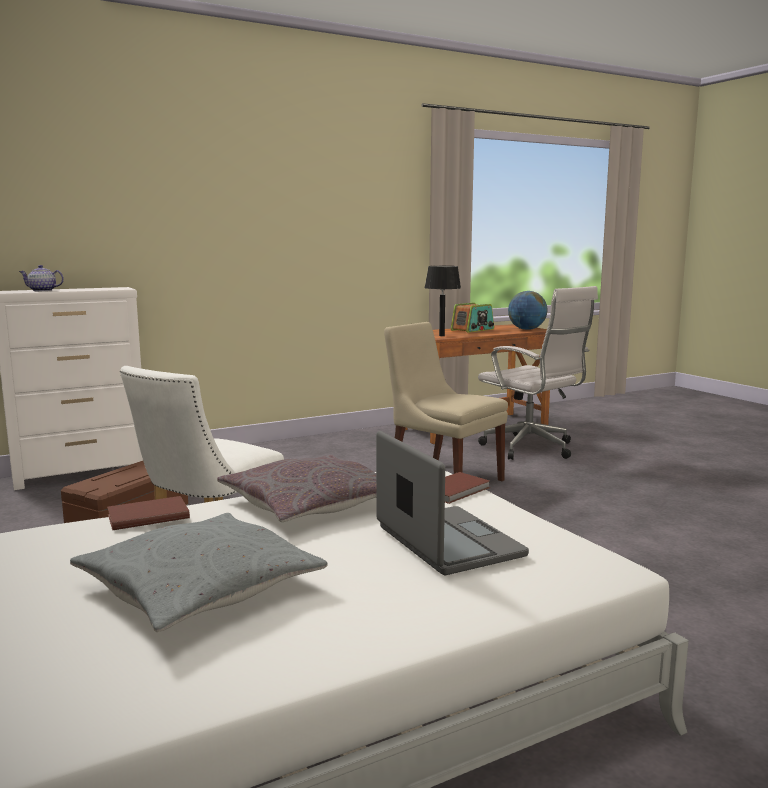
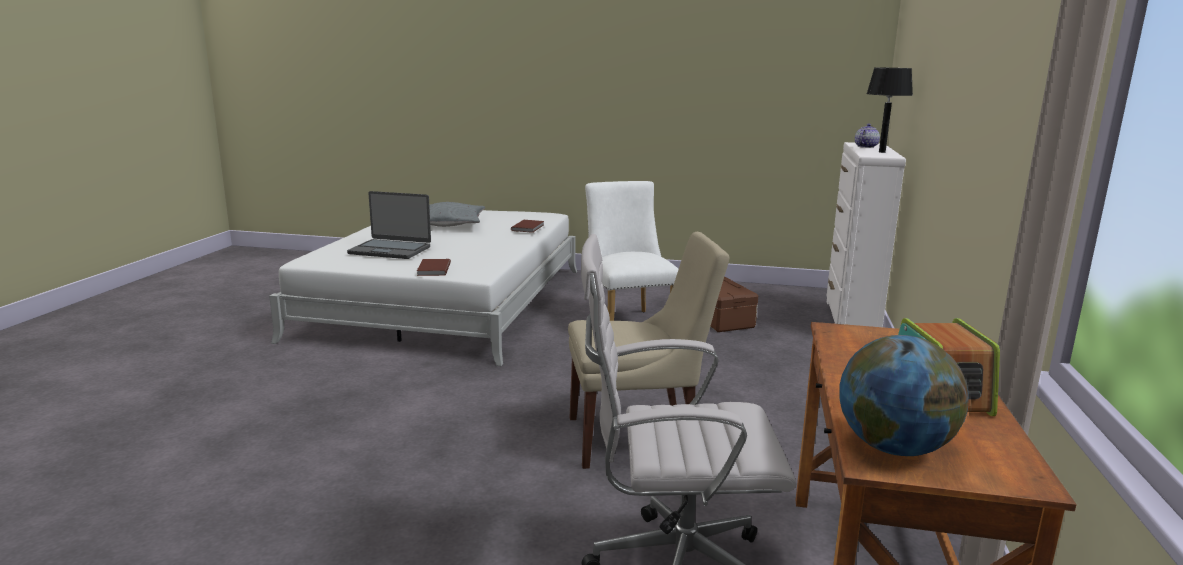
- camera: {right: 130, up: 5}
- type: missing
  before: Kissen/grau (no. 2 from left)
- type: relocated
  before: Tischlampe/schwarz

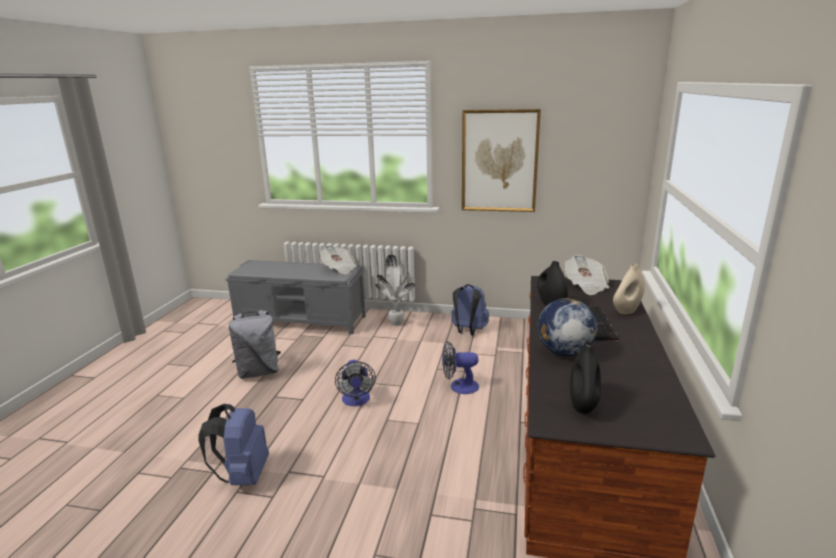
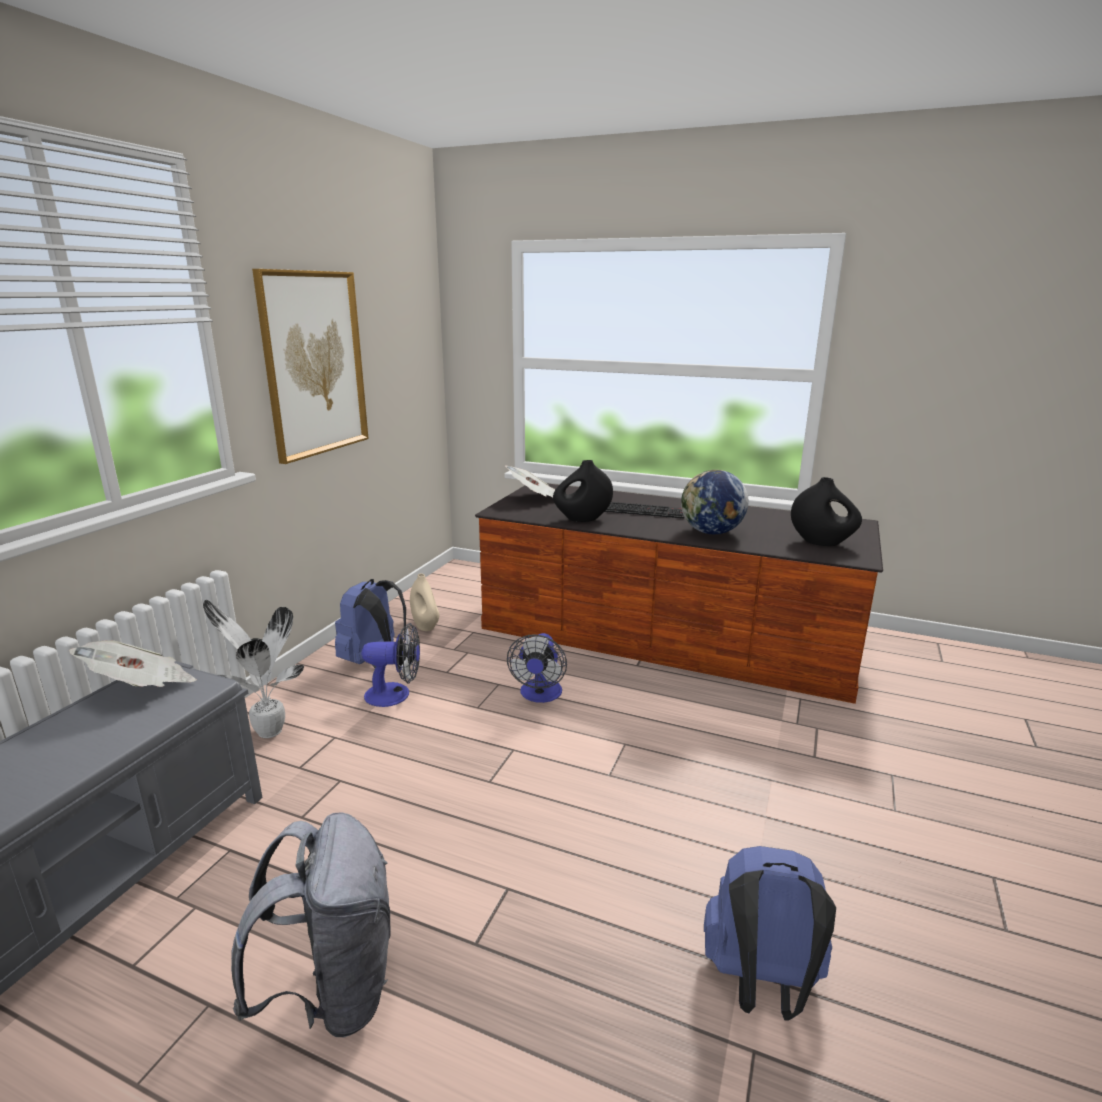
- camera: {right: -80, up: 0}
- type: relocated
  before: Ventilator (no. 1 from left)
- type: relocated
  before: Vase/beige

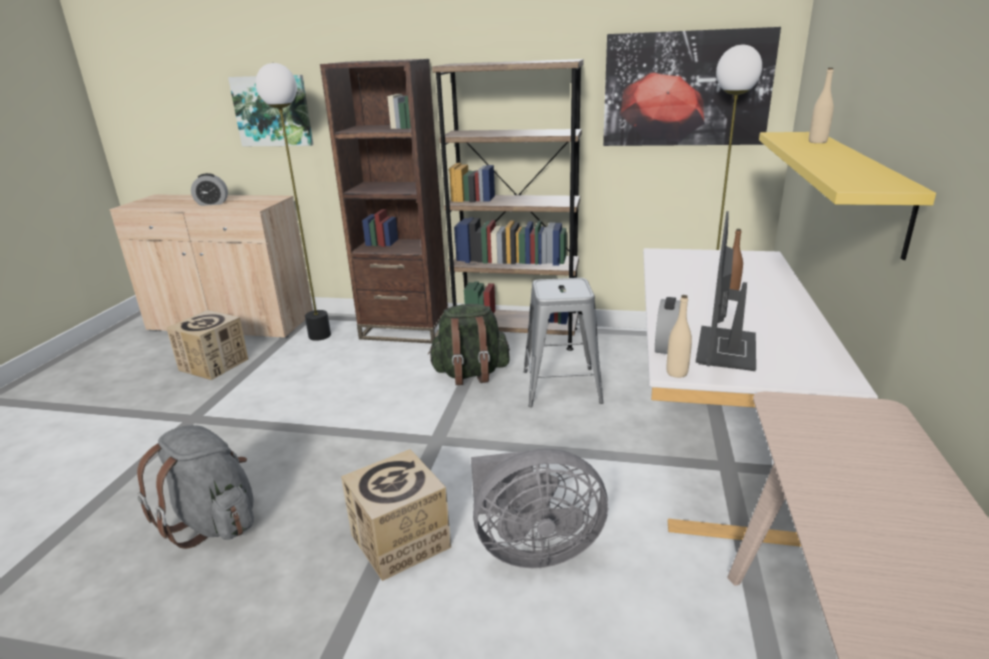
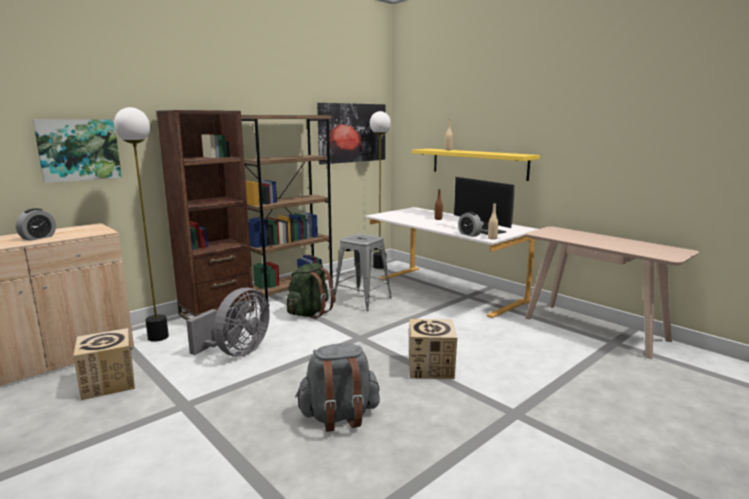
- camera: {right: -55, up: -10}
- type: relocated
  before: Ventilator/grau

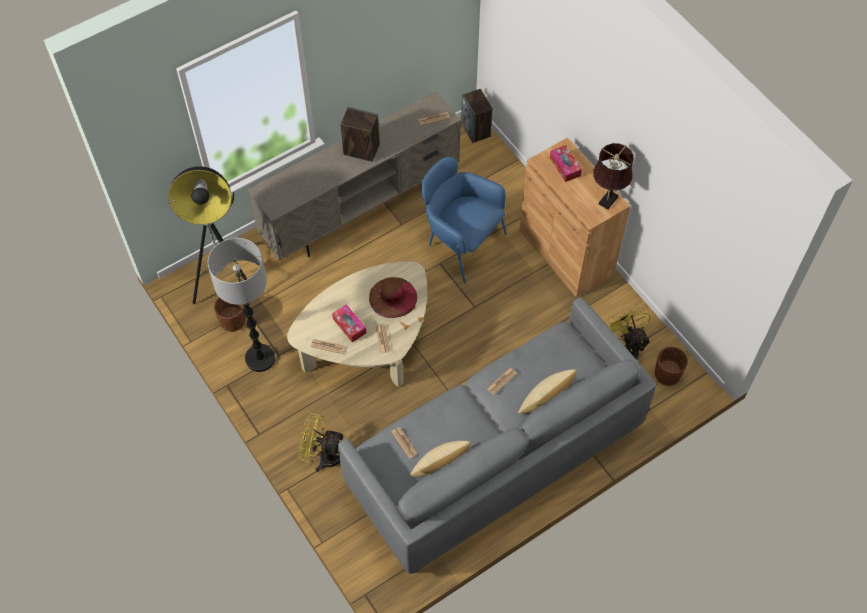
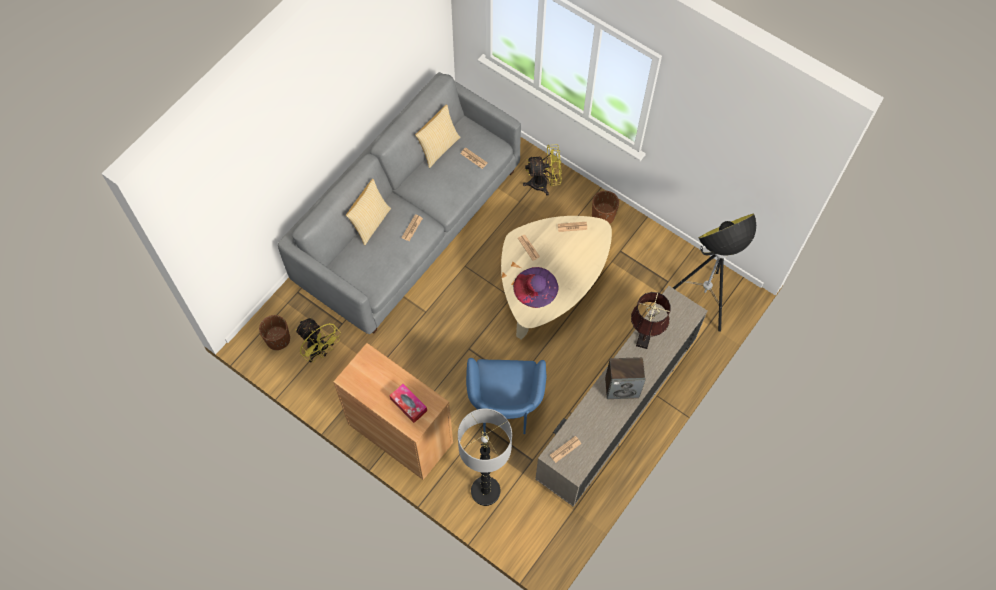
- camera: {right: 160, up: 5}
- type: missing
  before: Taschentuchbox (no. 1 from left)
- type: missing
  before: Lautsprecher (no. 2 from left)
- type: relocated
  before: Stehlampe (no. 2 from left in the first image)
  after: Stehlampe (no. 1 from left)
- type: relocated
  before: Pflanzkübel/braun (no. 1 from left in the first image)
  after: Pflanzkübel/braun (no. 2 from left)
- type: relocated
  before: Tischlampe/braun
- type: colour
  before: Hut/braun
  after: Hut/lila
- type: spun
  before: Sessel/blau
  turn: 75

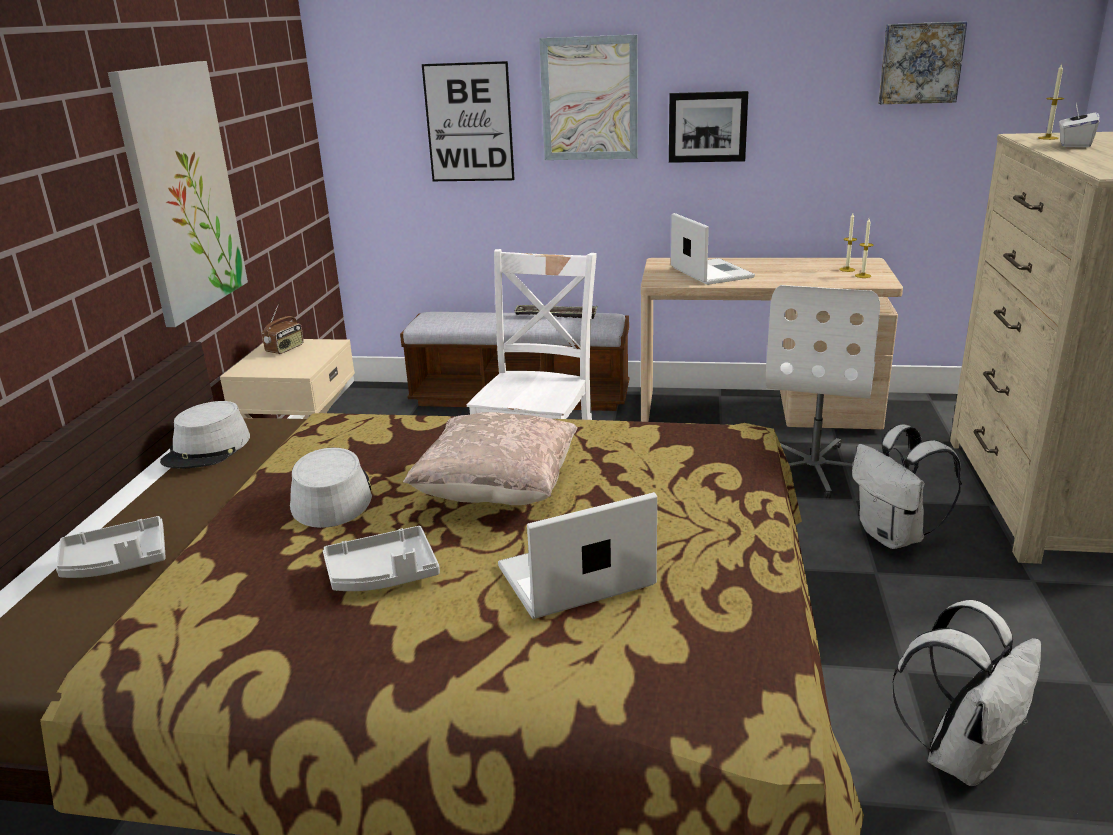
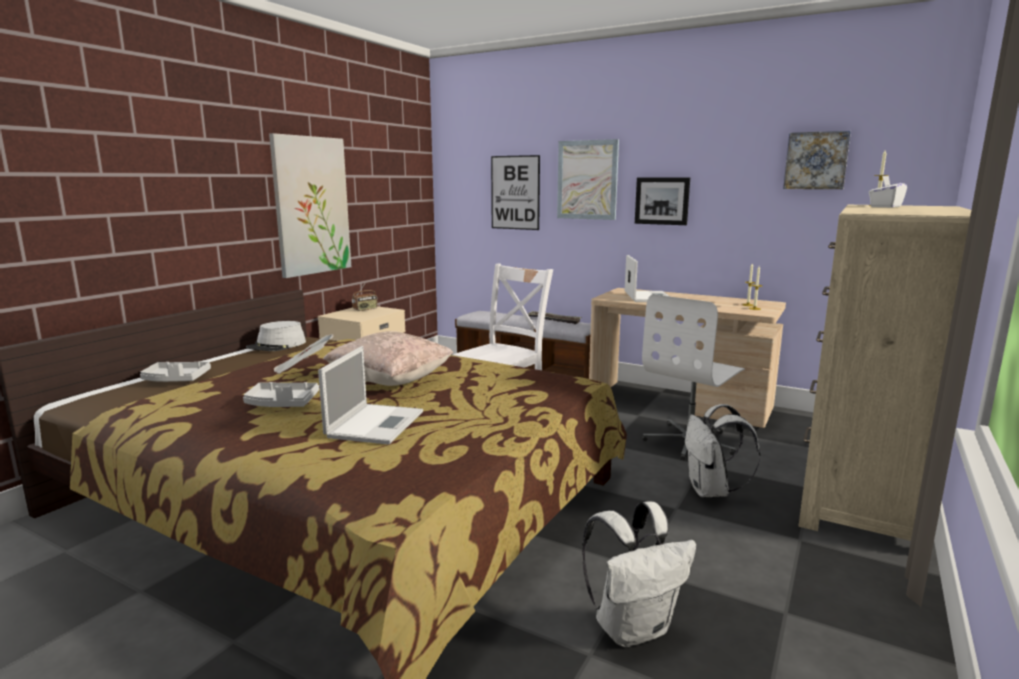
- camera: {right: 20, up: -10}
- type: exchanged
  before: Hut/grau (no. 2 from left)
  after: Zeitung
- type: spun
  before: Laptop (no. 1 from left)
  turn: 105

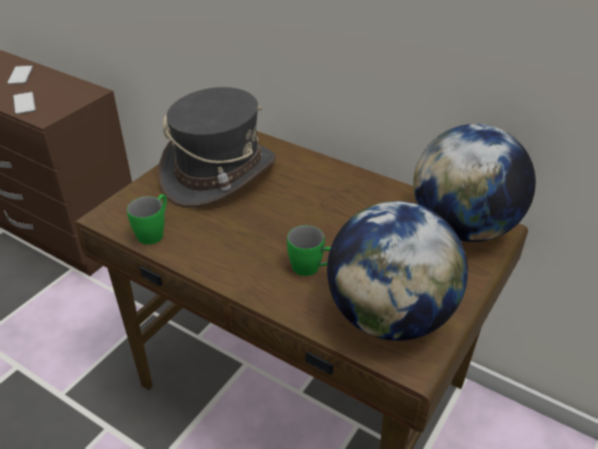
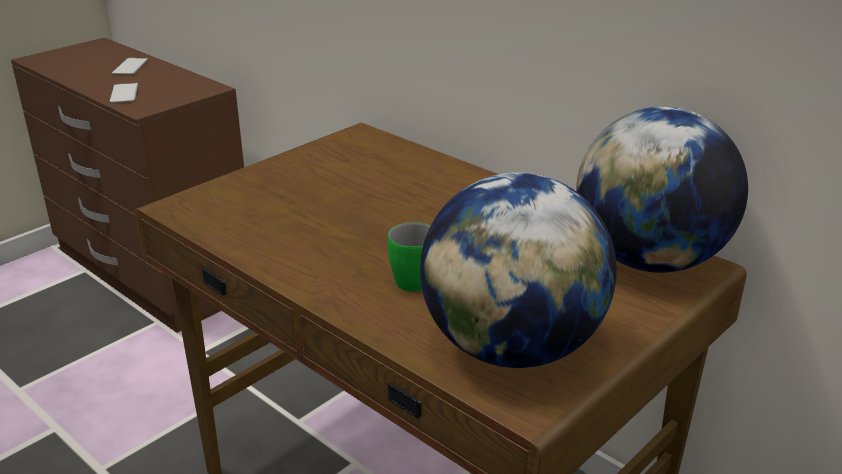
- camera: {right: 10, up: -10}
- type: missing
  before: Henkelbecher/grün (no. 1 from left)
- type: missing
  before: Hut/grau

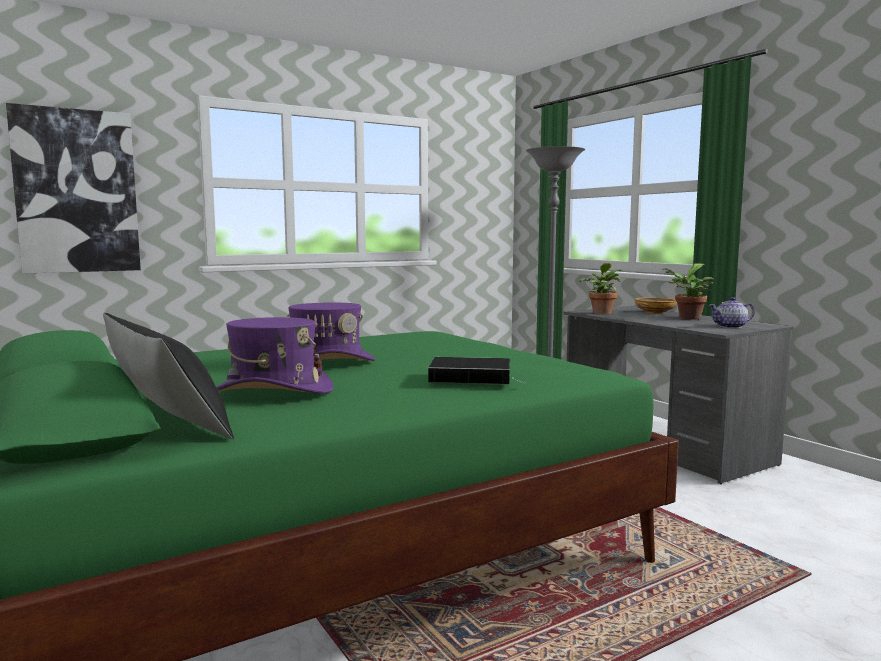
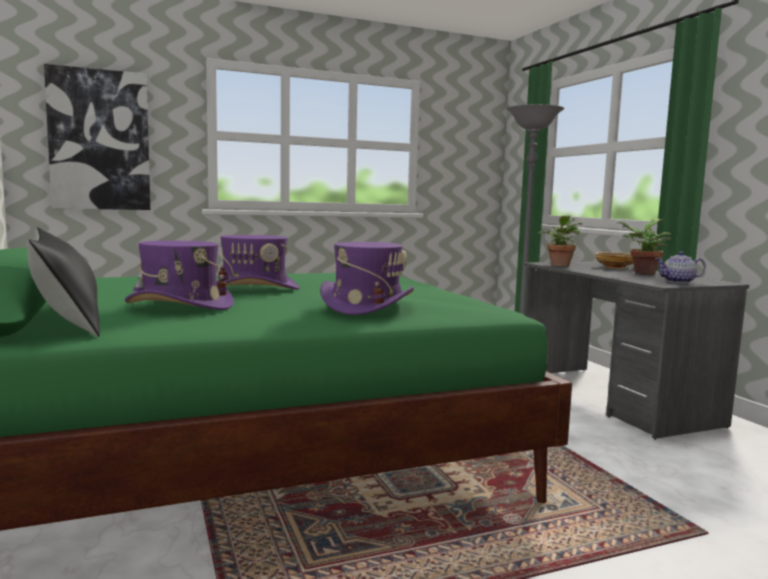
- camera: {right: 10, up: 0}
- type: exchanged
  before: Buch
  after: Hut/lila (no. 3 from left)

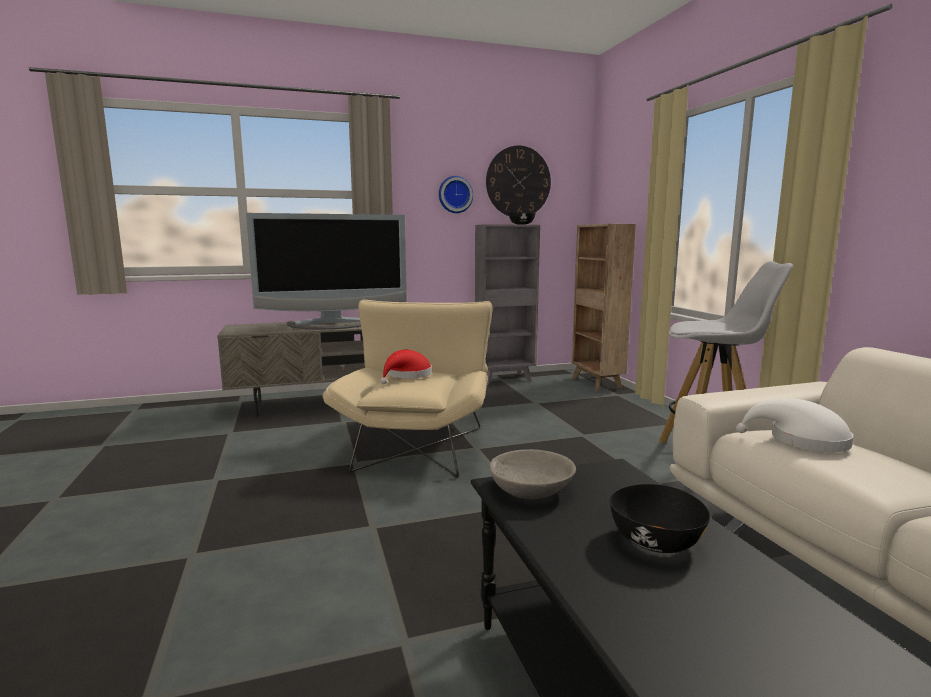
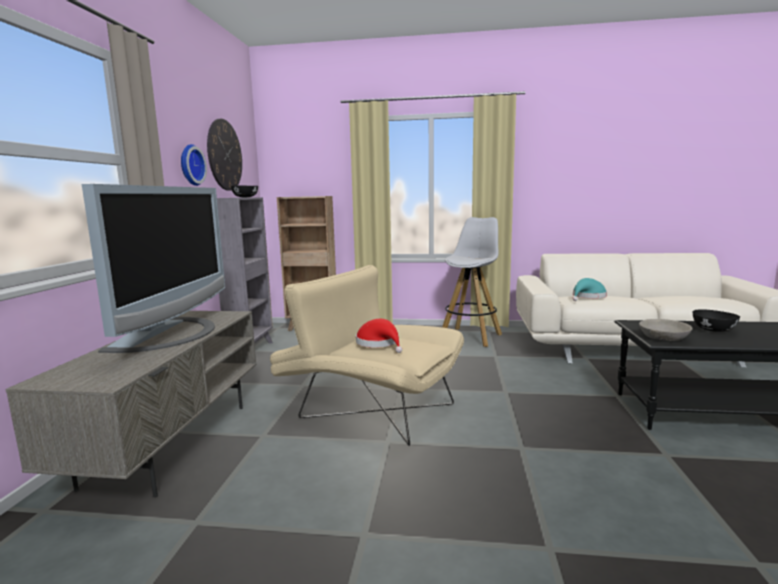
- camera: {right: -65, up: 0}
- type: colour
  before: Hut/weiß
  after: Hut/türkis

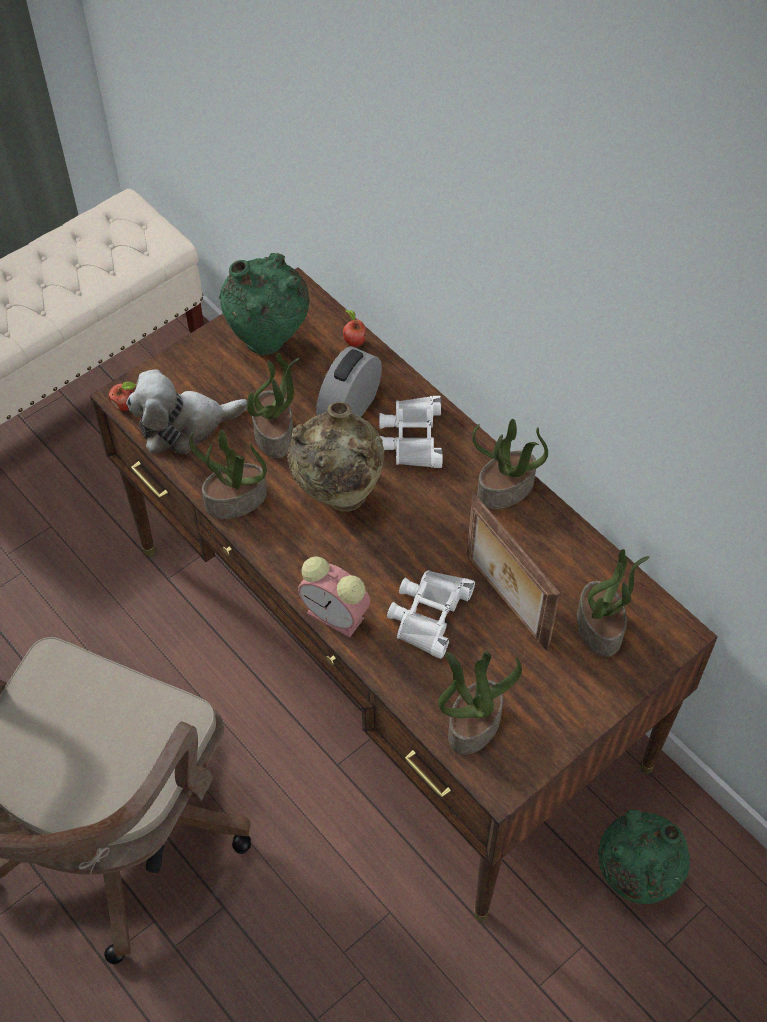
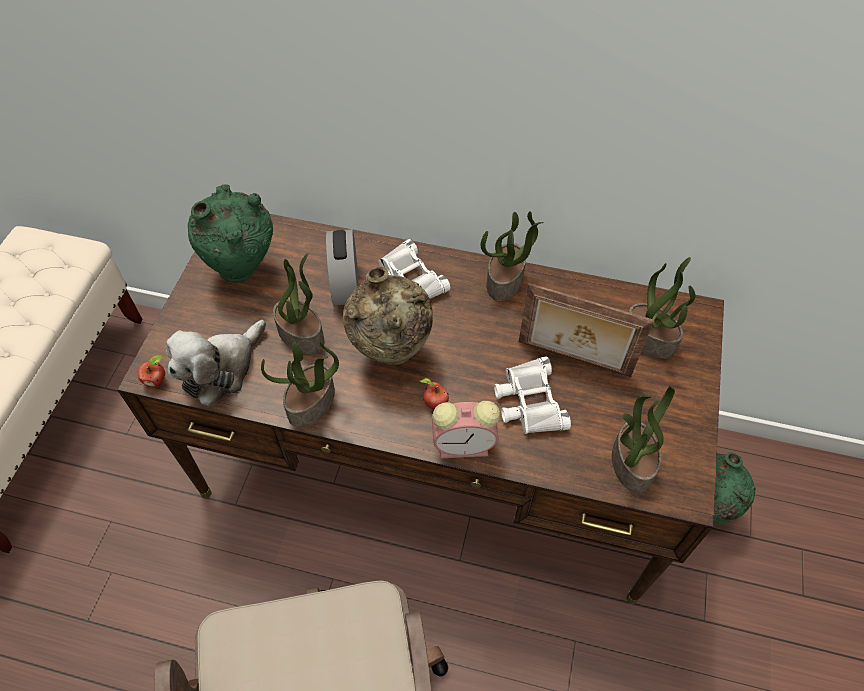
- camera: {right: -35, up: 0}
- type: relocated
  before: Apfel (no. 2 from left)

